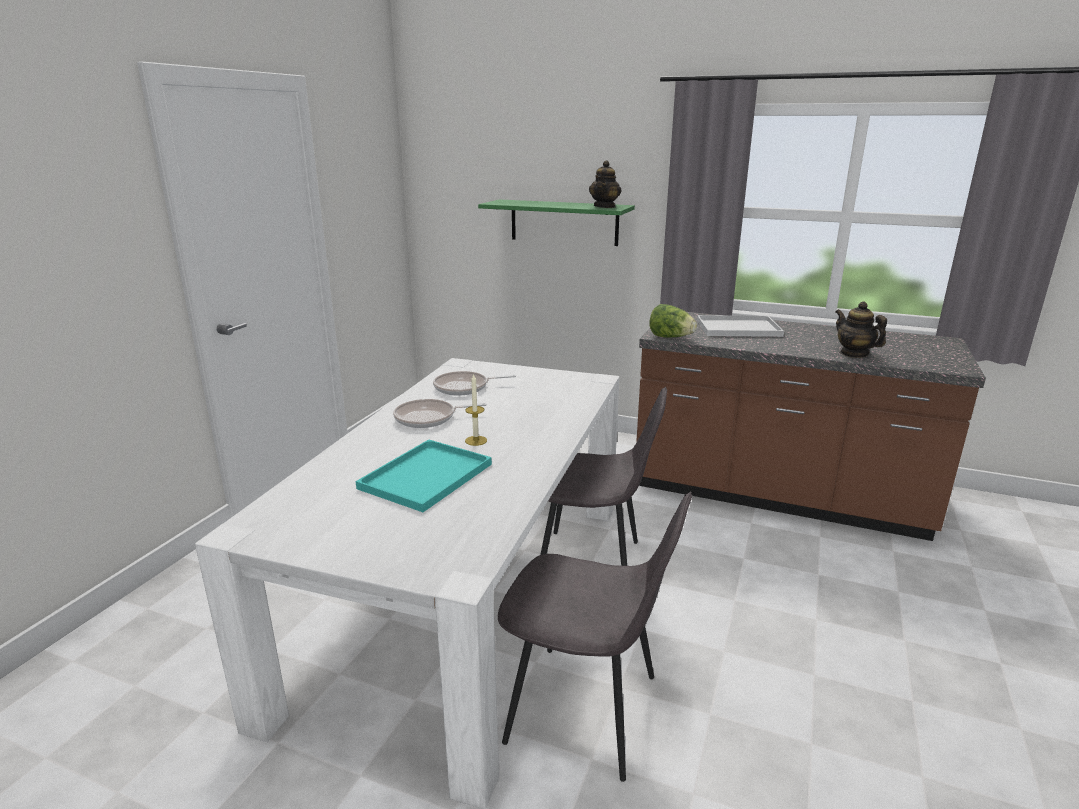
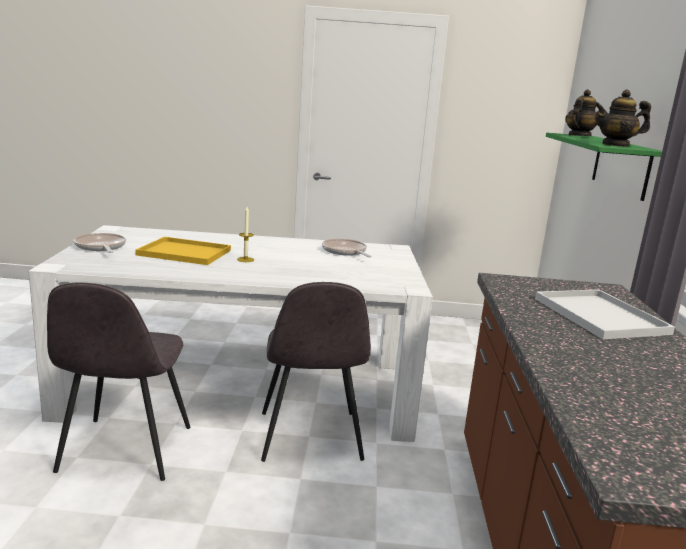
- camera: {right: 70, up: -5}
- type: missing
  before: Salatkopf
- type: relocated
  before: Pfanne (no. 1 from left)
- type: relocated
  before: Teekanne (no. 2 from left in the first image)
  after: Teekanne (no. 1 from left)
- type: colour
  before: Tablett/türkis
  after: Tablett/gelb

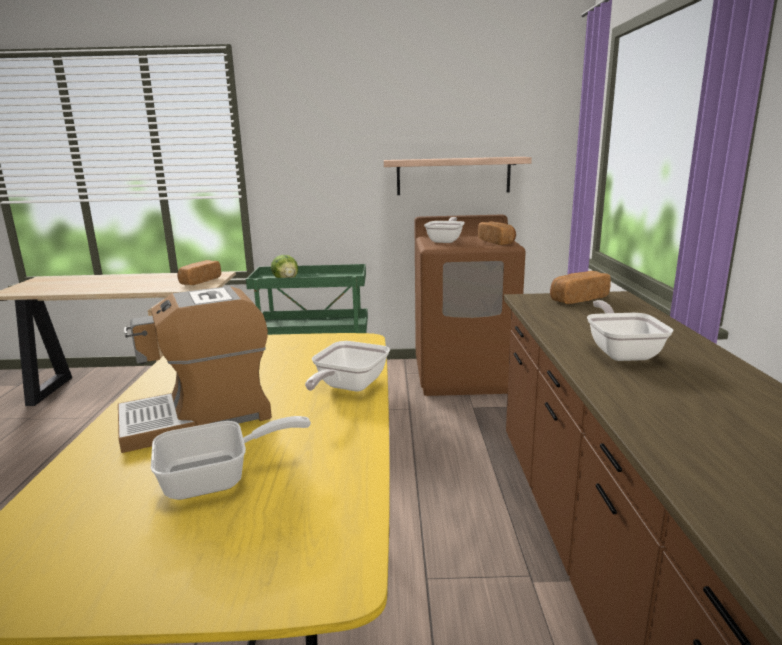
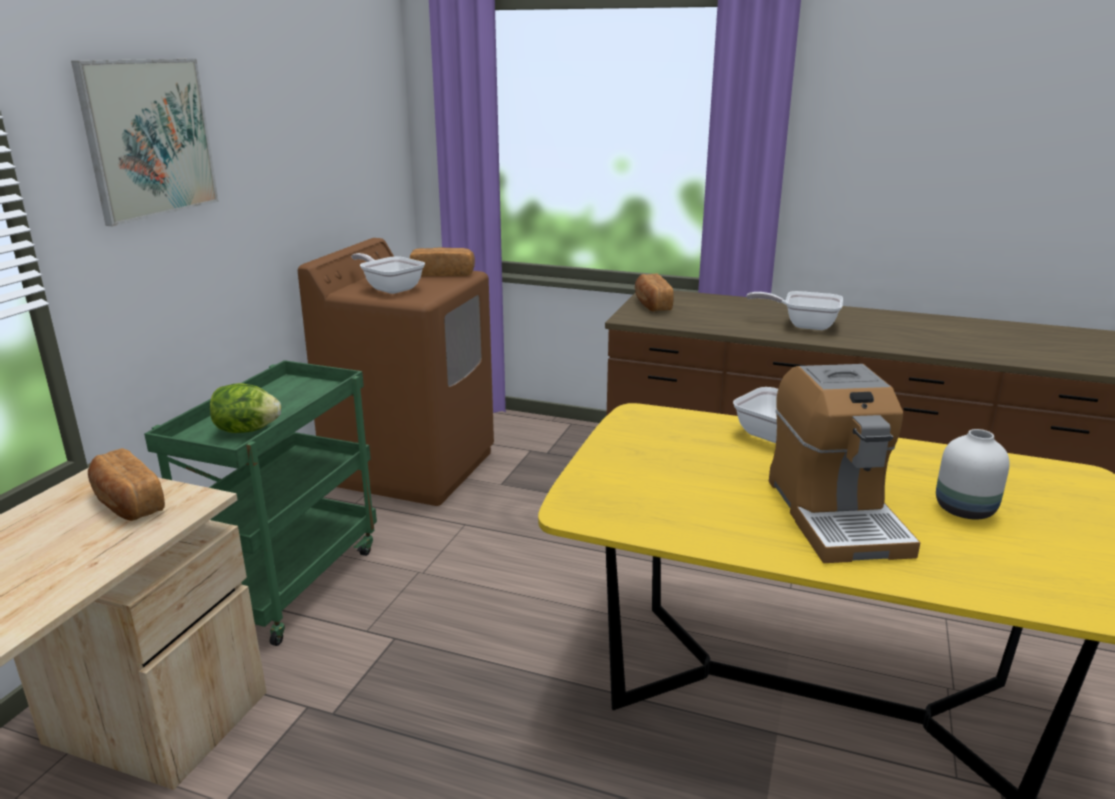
- camera: {right: -70, up: 5}
- type: missing
  before: Wandregal
- type: appeared
  after: Bild
- type: exchanged
  before: Pfanne (no. 1 from left)
  after: Vase/weiß

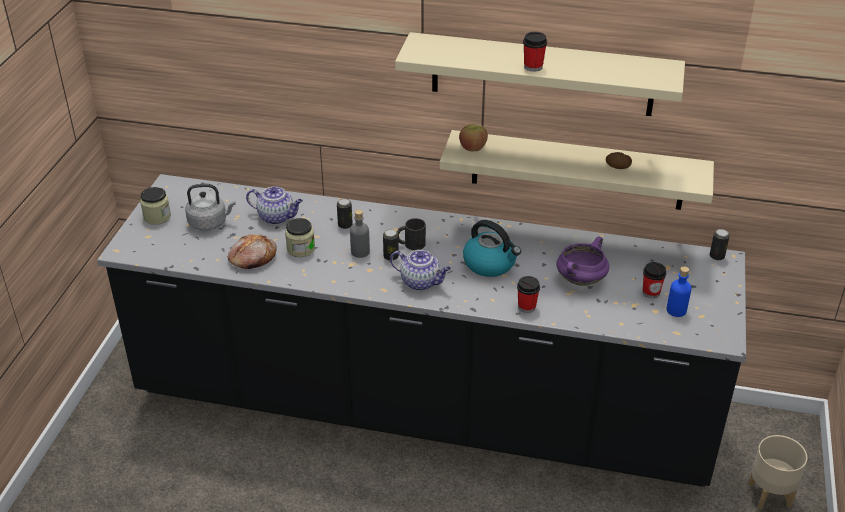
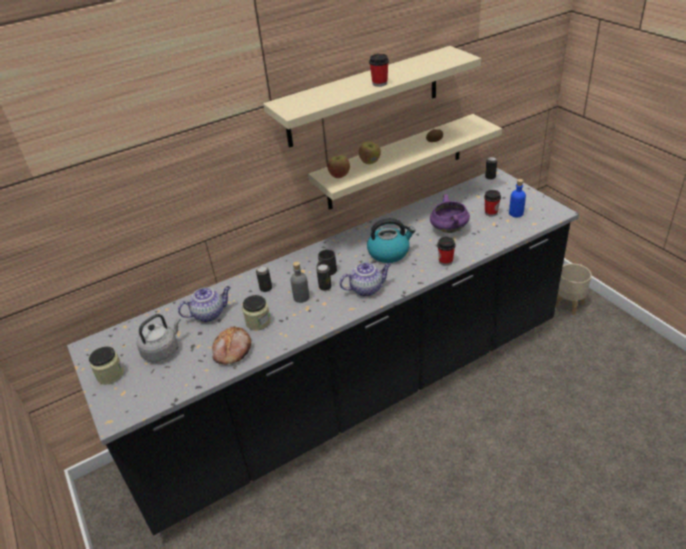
- camera: {right: -40, up: 0}
- type: appeared
  after: Apfel (no. 2 from left)

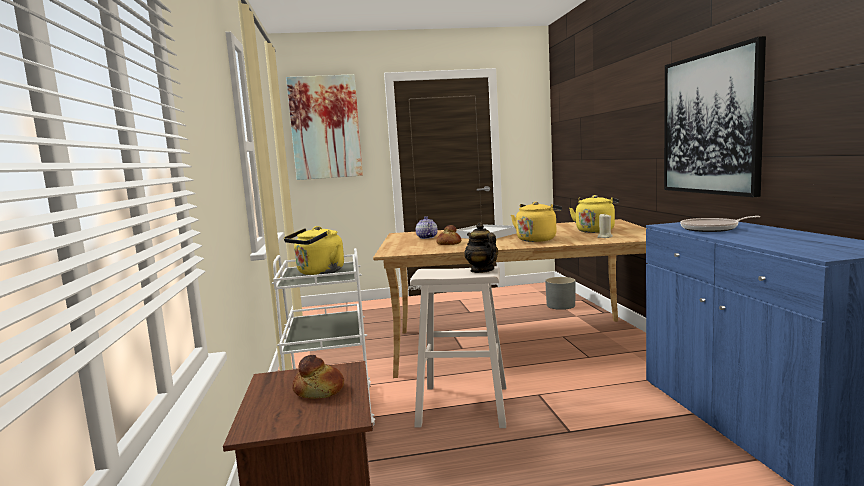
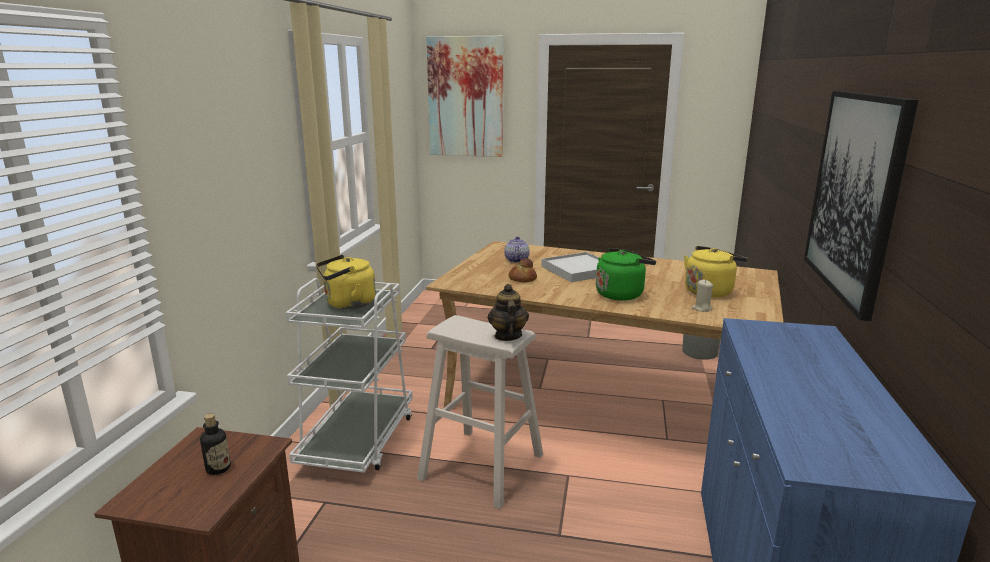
- camera: {right: 20, up: 10}
- type: missing
  before: Pfanne
- type: exchanged
  before: Brot (no. 1 from left)
  after: Flasche
- type: colour
  before: Wasserkessel/gelb (no. 2 from left)
  after: Wasserkessel/grün

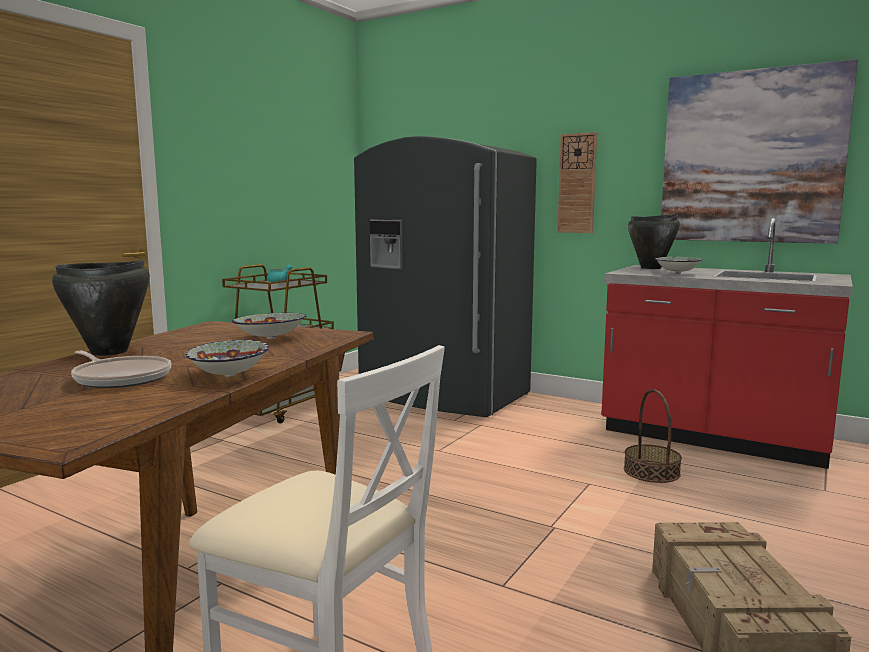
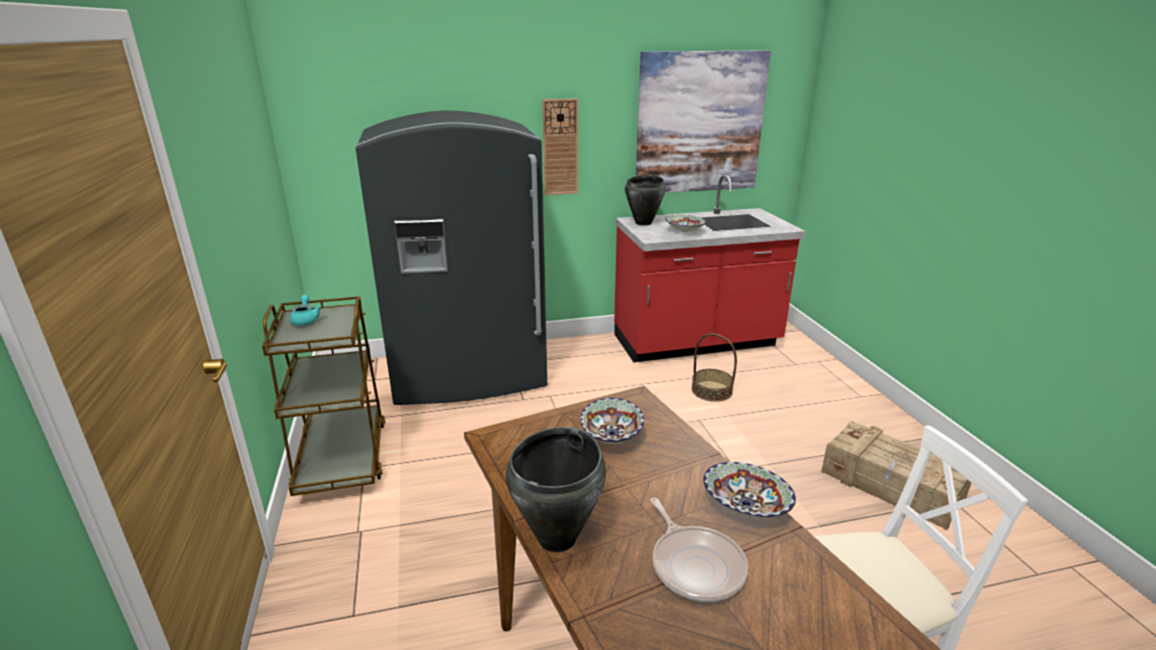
- camera: {right: -45, up: 15}
- type: spun
  before: Pfanne
  turn: 75

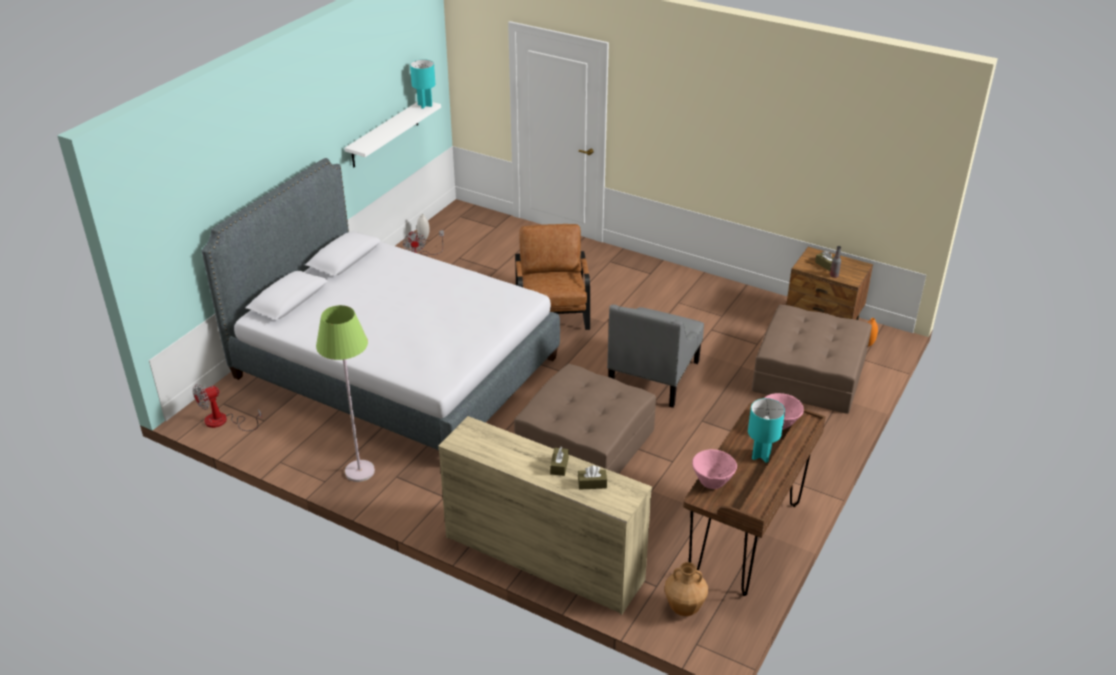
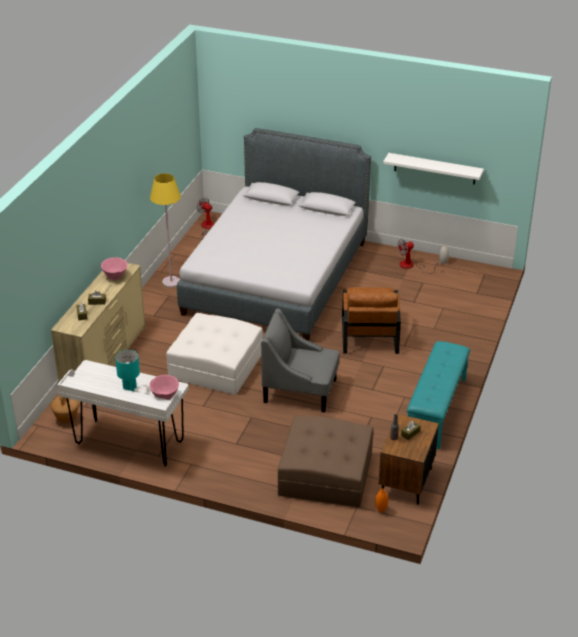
- camera: {right: 80, up: 0}
- type: missing
  before: Tischlampe/türkis (no. 1 from left)
- type: appeared
  after: Bank/türkis
- type: relocated
  before: Schüssel/rosa (no. 1 from left)
- type: colour
  before: Stehlampe/grün
  after: Stehlampe/gelb
- type: colour
  before: Polsterhocker/braun (no. 1 from left)
  after: Polsterhocker/weiß
- type: colour
  before: Schreibtisch/braun
  after: Schreibtisch/weiß
- type: spun
  before: Sessel/braun
  turn: 105

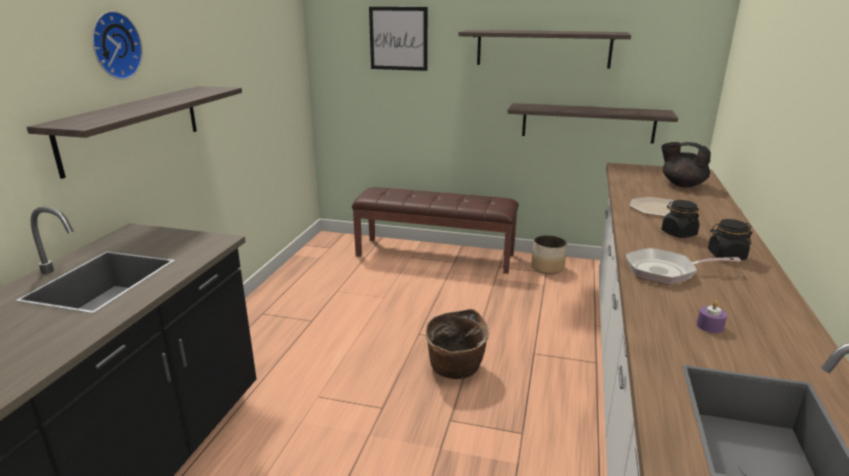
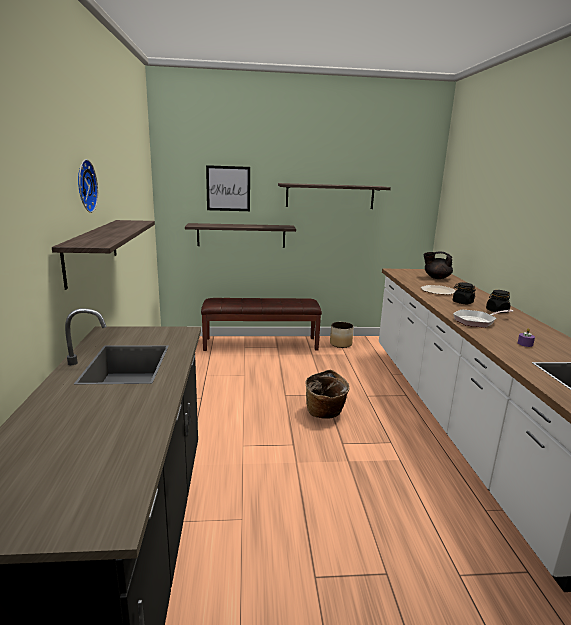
- camera: {right: -20, up: -5}
- type: relocated
  before: Wandregal (no. 3 from left in the first image)
  after: Wandregal (no. 2 from left)

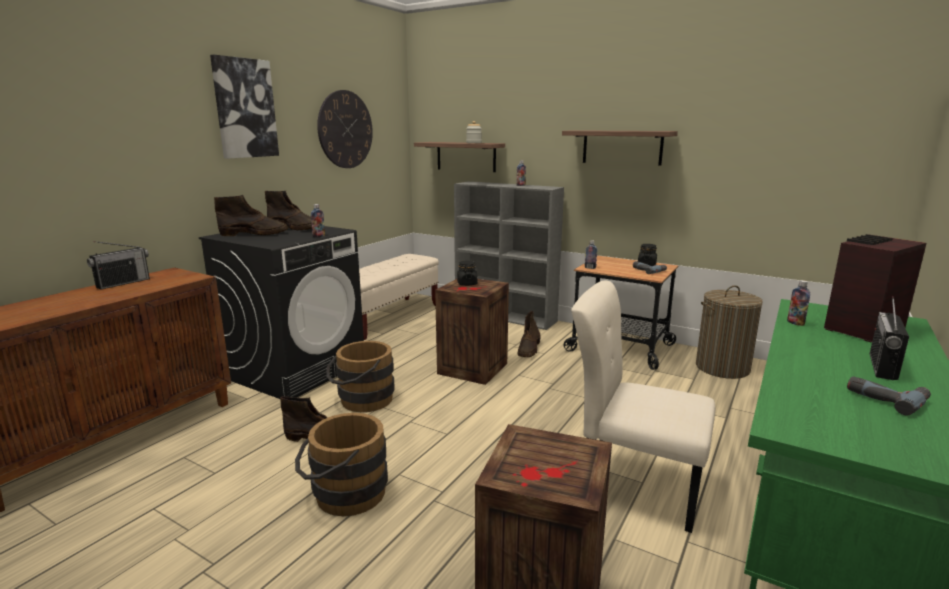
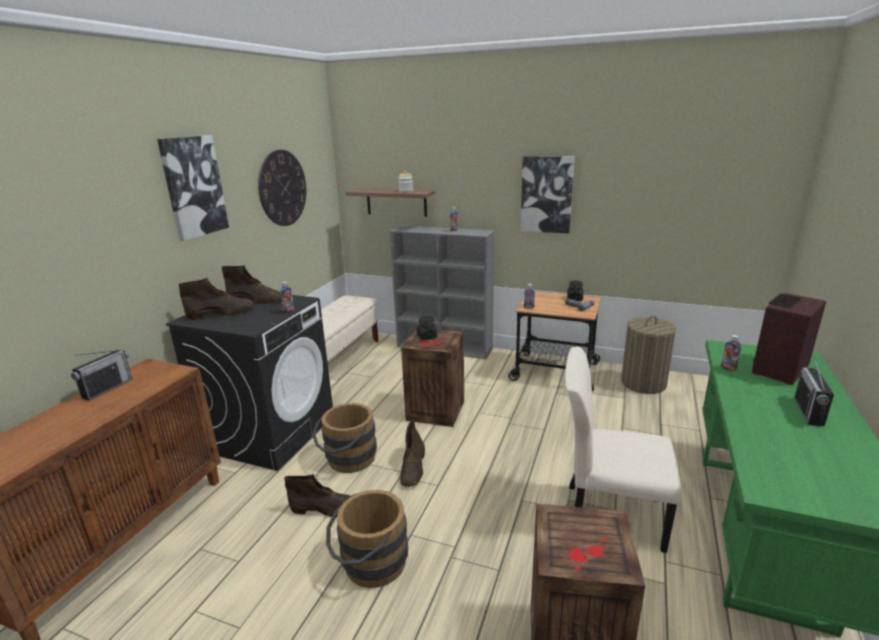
- camera: {right: -10, up: 5}
- type: missing
  before: Bohrmaschine (no. 2 from left)
- type: relocated
  before: Stiefel/braun (no. 4 from left)
- type: exchanged
  before: Wandregal (no. 2 from left)
  after: Bild (no. 2 from left)

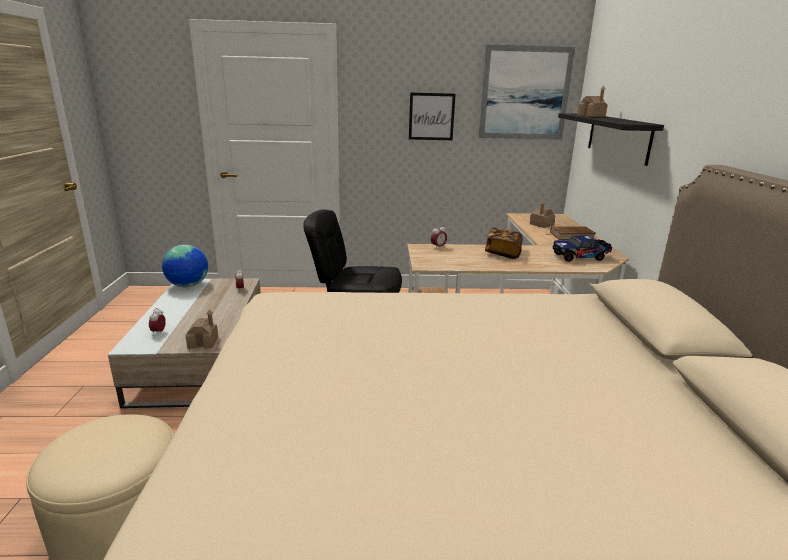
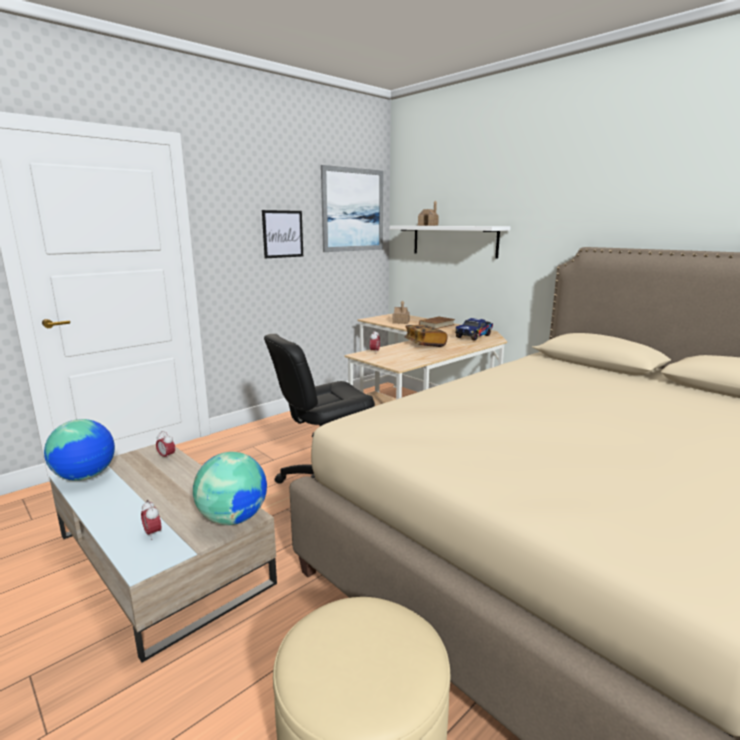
- camera: {right: -40, up: -5}
- type: exchanged
  before: Spielzeughaus (no. 1 from left)
  after: Globus (no. 2 from left)
- type: colour
  before: Wandregal/schwarz
  after: Wandregal/weiß

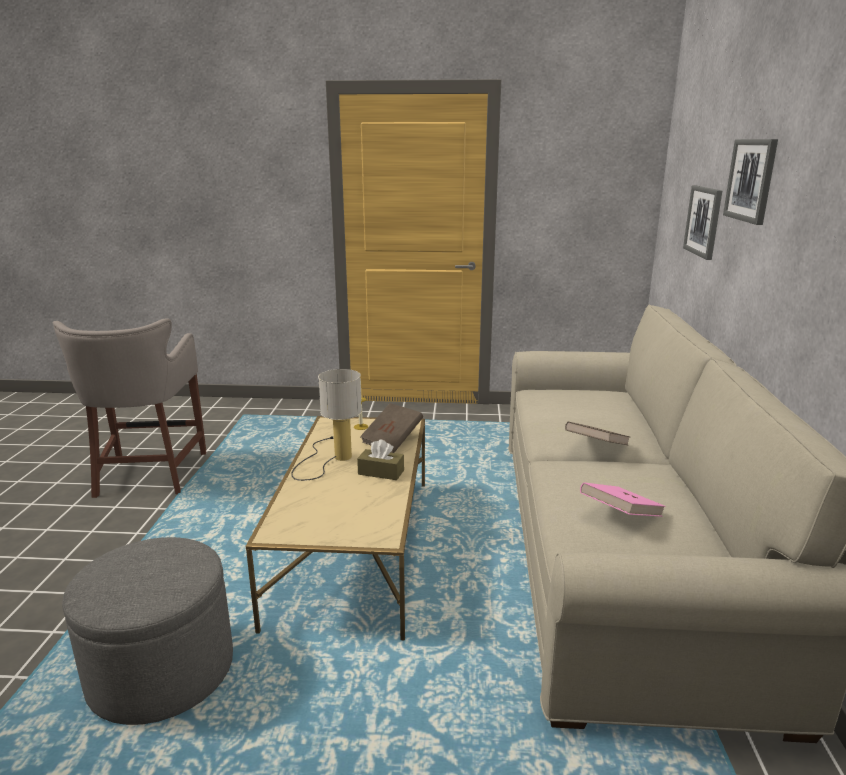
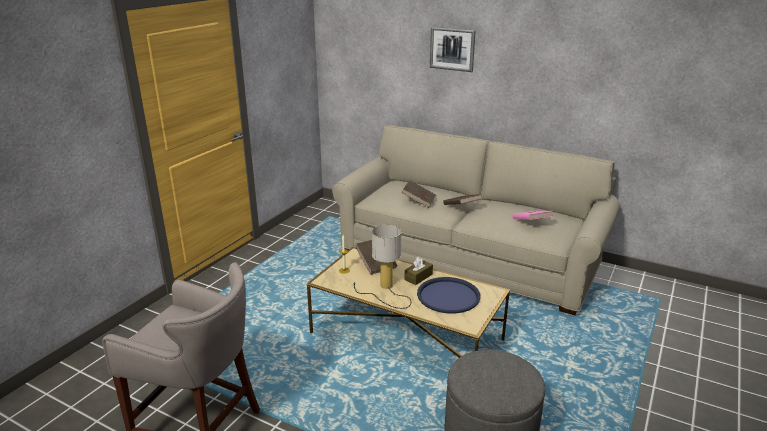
- camera: {right: -65, up: 5}
- type: missing
  before: Bild (no. 1 from left)
- type: appeared
  after: Buch/braun (no. 2 from left)
- type: appeared
  after: Tablett/blau

